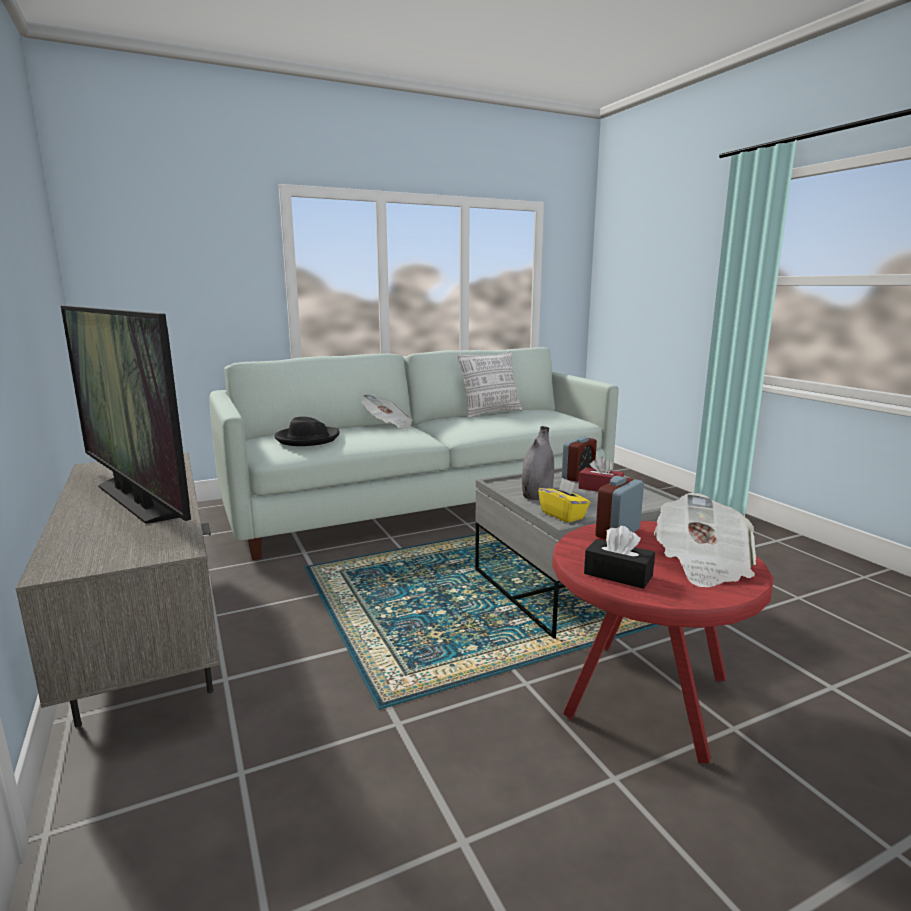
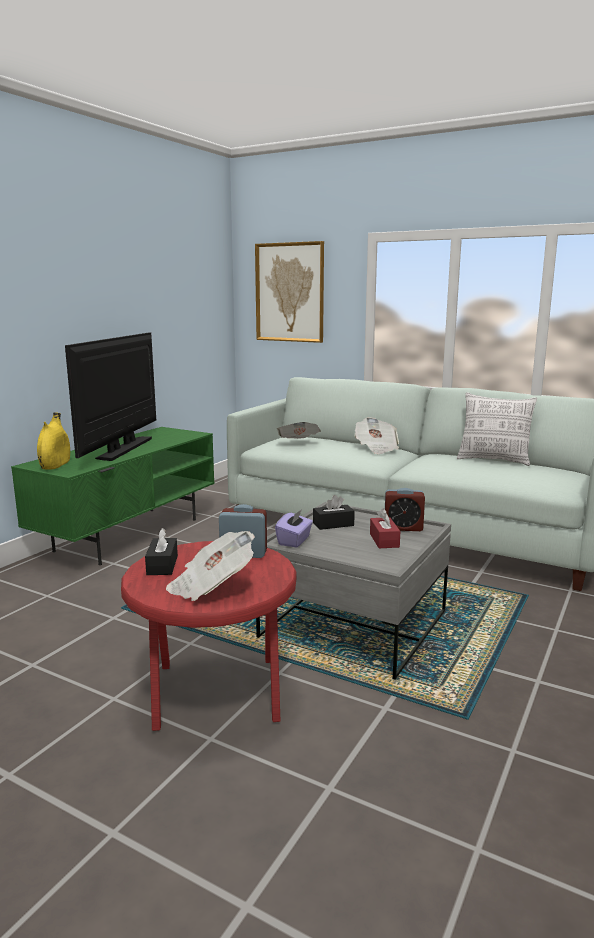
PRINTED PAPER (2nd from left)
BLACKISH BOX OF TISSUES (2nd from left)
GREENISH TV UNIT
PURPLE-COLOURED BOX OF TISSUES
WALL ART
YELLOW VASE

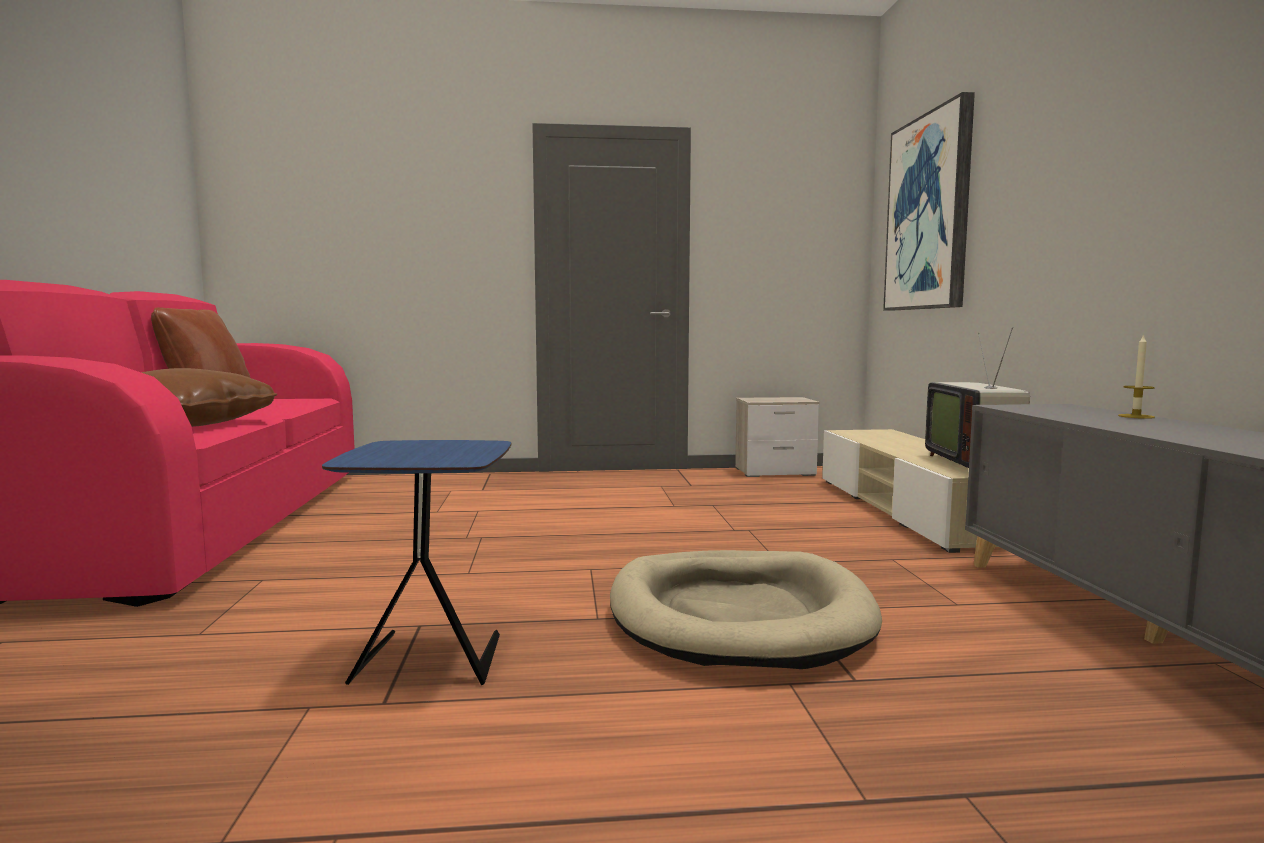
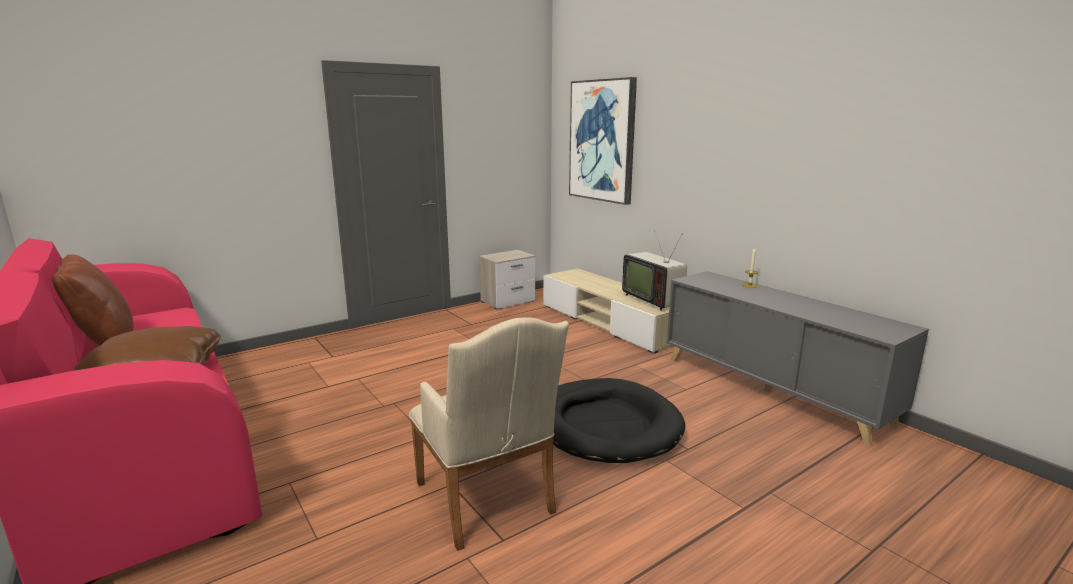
BEIGE EASY CHAIR
BLACKISH DOG CUSHION

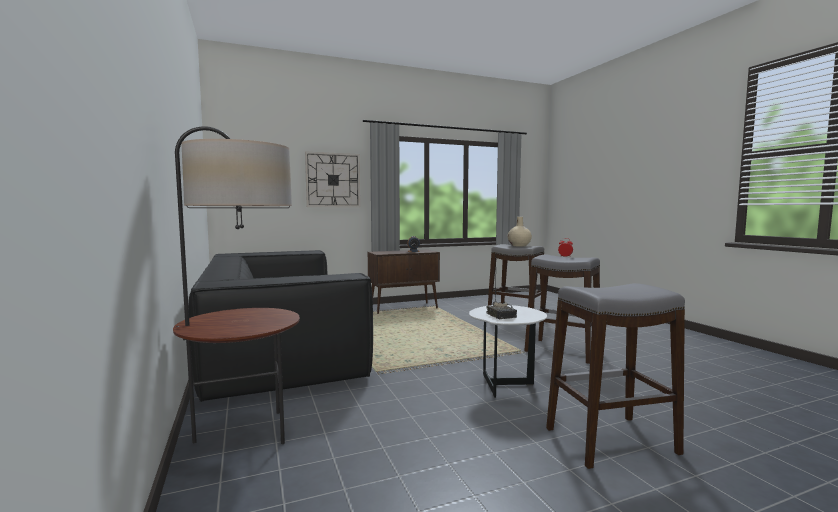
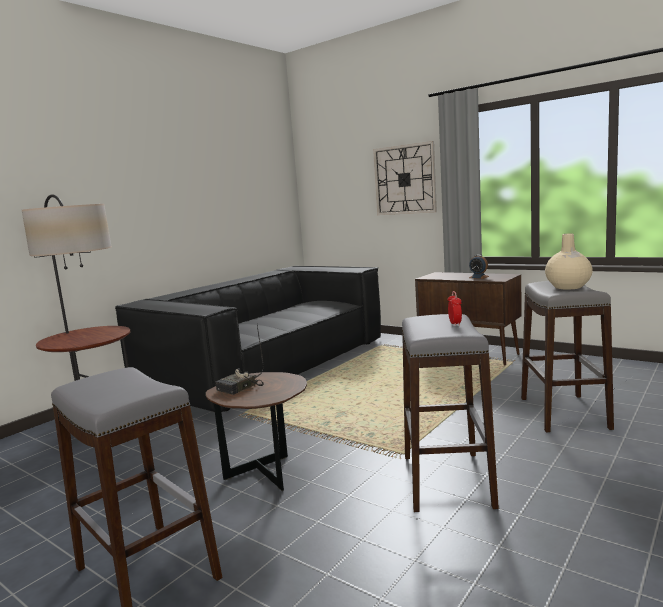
BROWNISH END TABLE

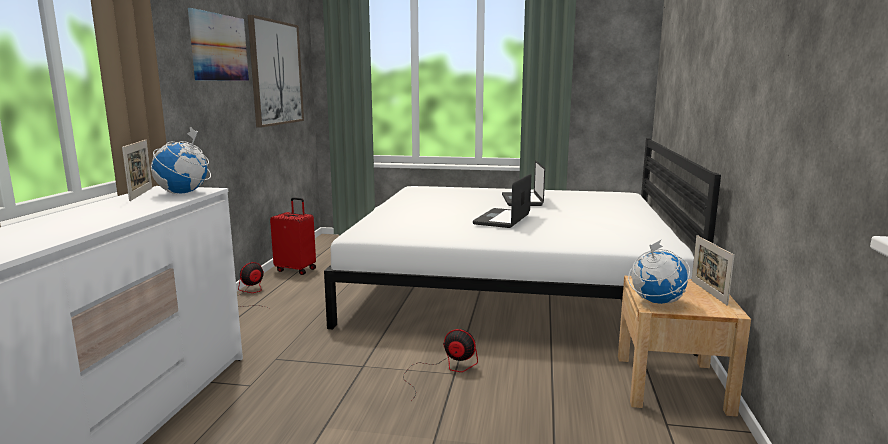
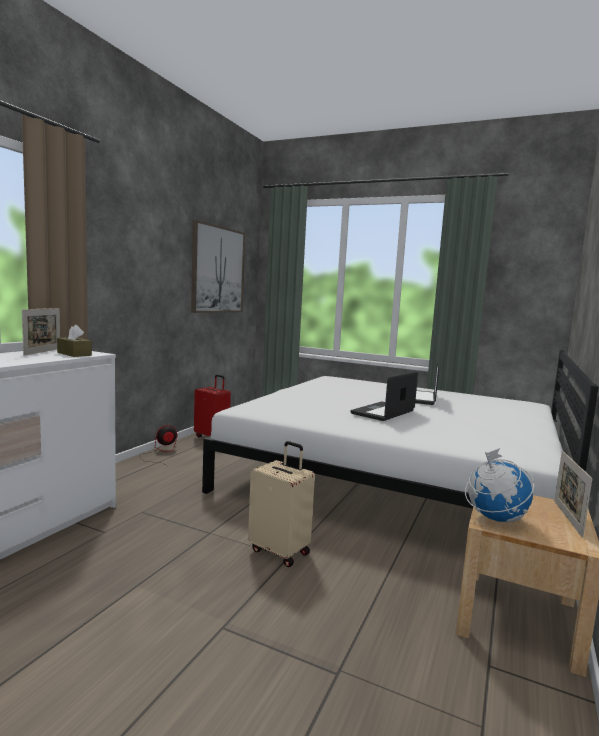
WALL ART (1st from left in the first image)
BROWNISH BOX OF TISSUES
BEIGE TRAVEL CASE

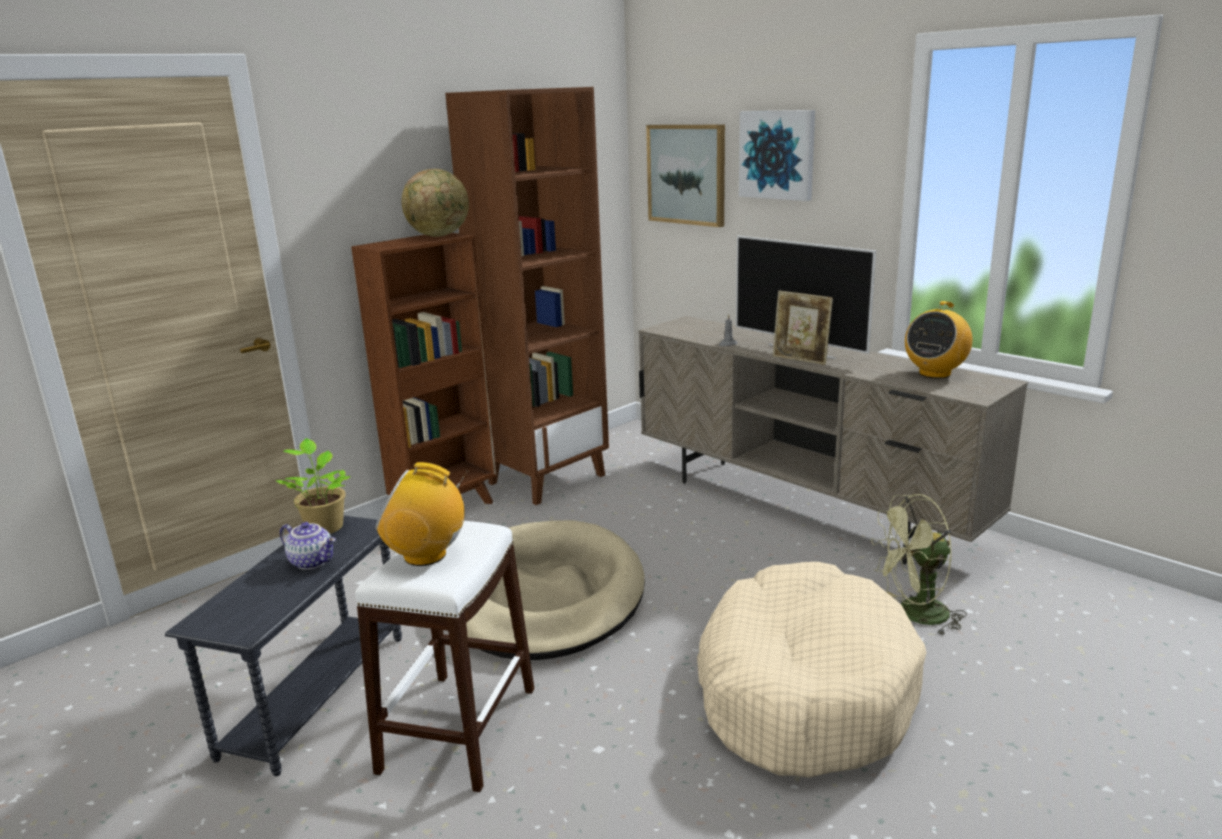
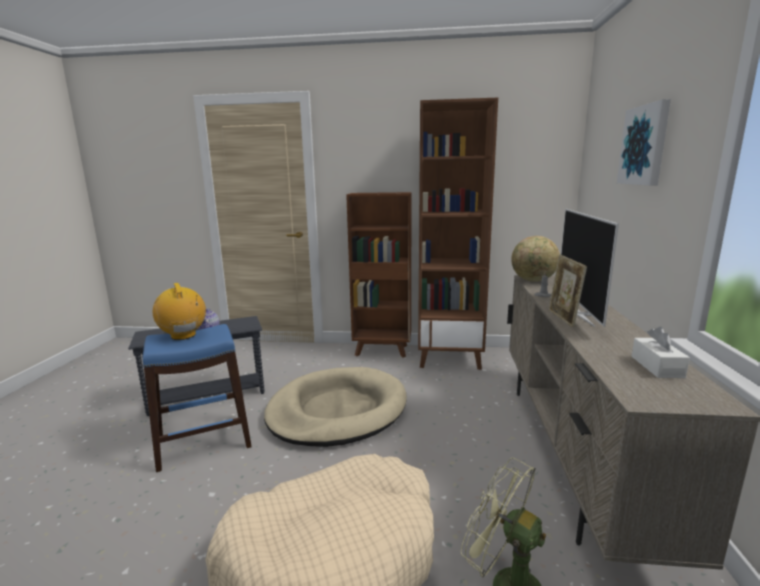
WALL ART (1st from left in the first image)
GLOBE
WHITISH BOX OF TISSUES
PLANT IN A POT
BLUISH STOOL SEAT

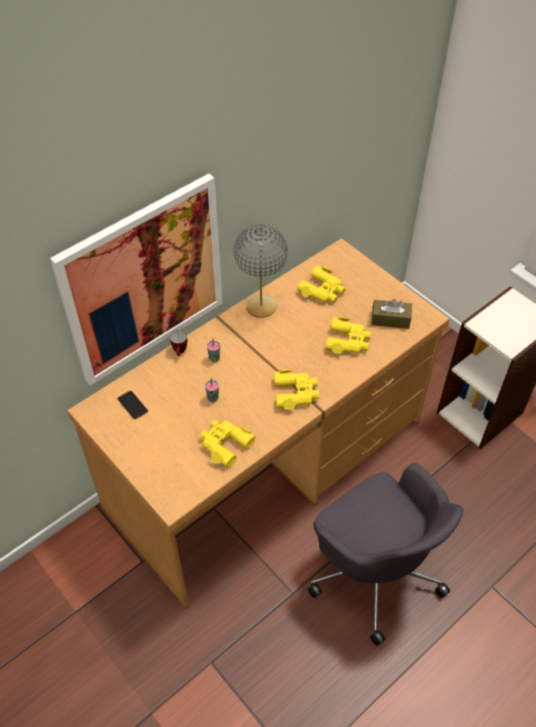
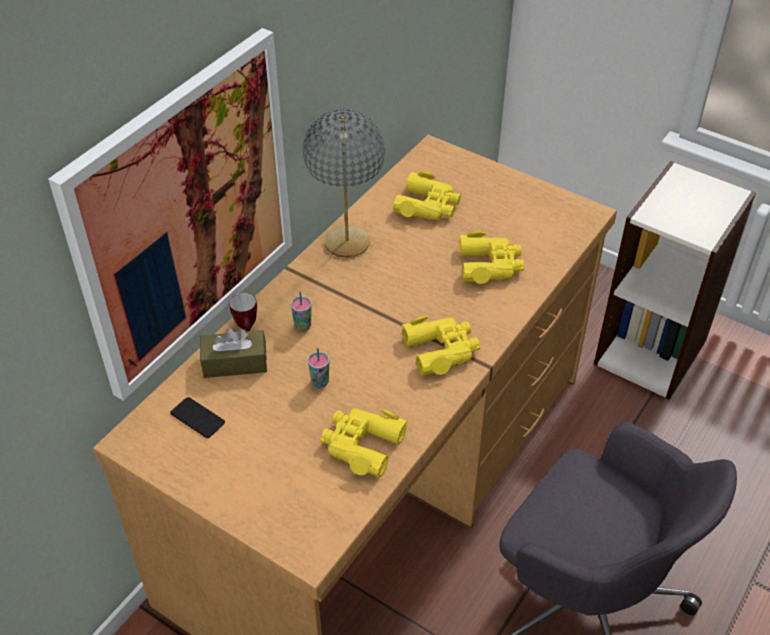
BROWNISH BOX OF TISSUES

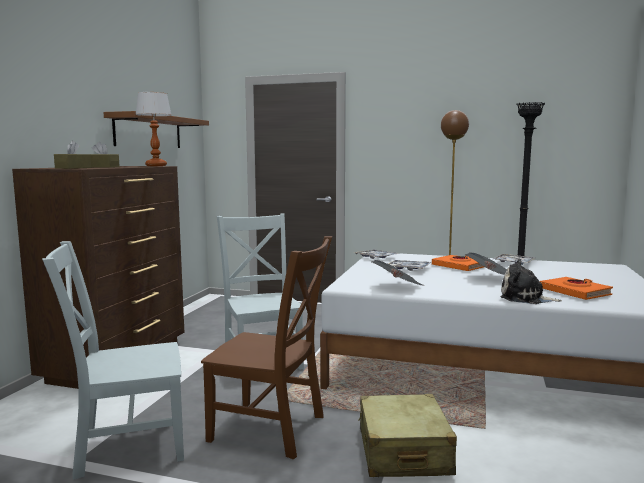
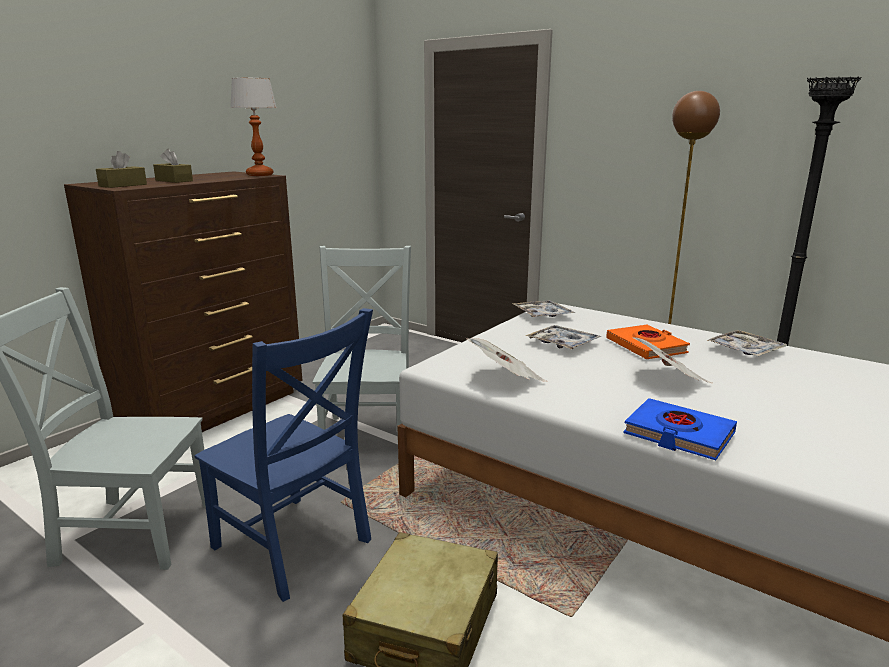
BROWNISH WALL SHELF
BLUISH PLAIN CHAIR
BLUISH BOOK
ORANGEY BOOK (2nd from left in the first image)

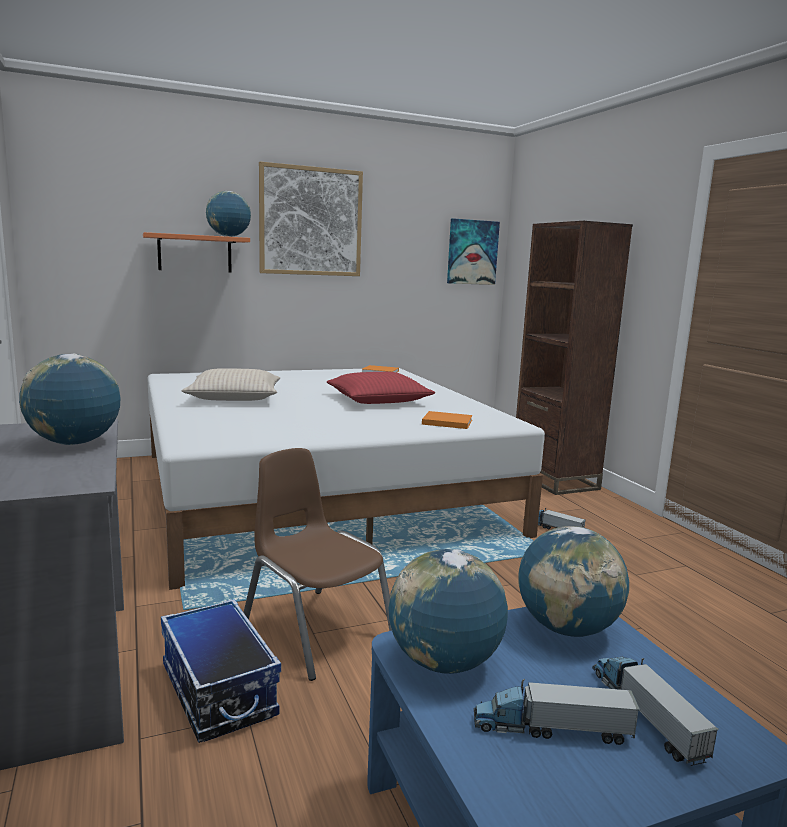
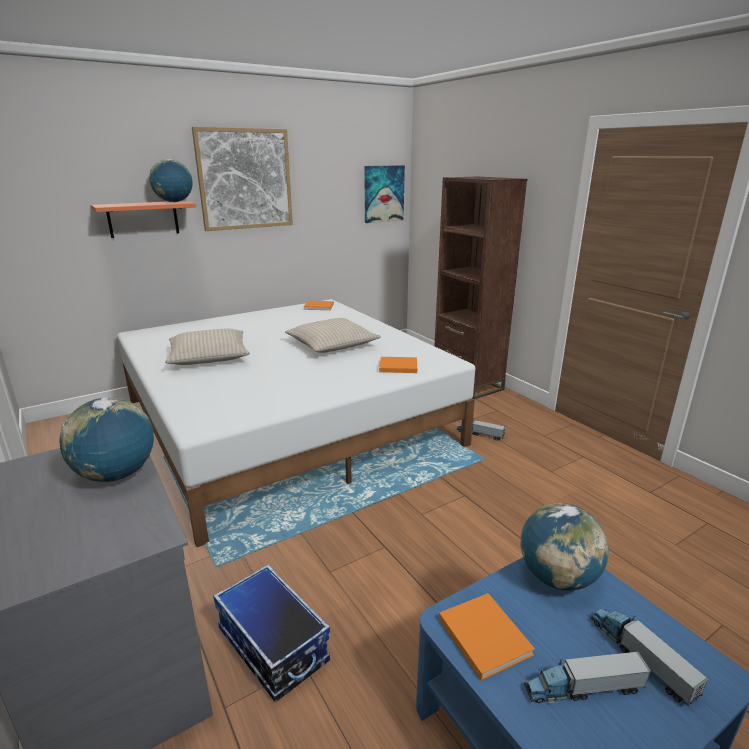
BEIGE CUSHION (2nd from left)
BROWNISH PLAIN CHAIR
ORANGEY BOOK (3rd from left)

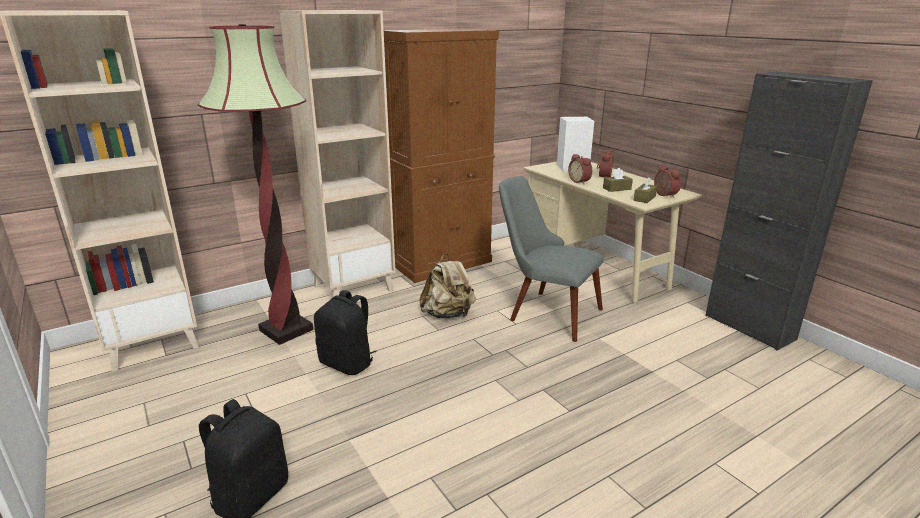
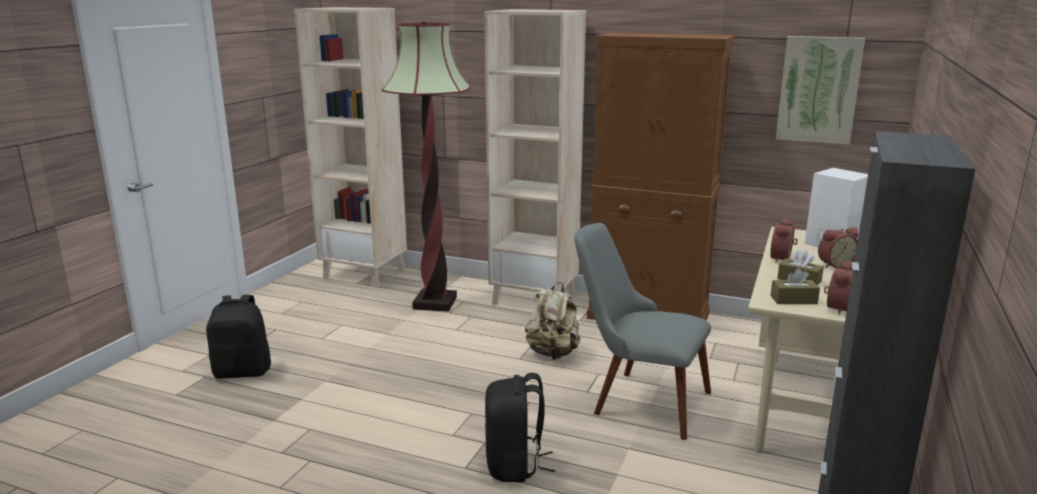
GREY PLAIN CHAIR
BLACKISH KNAPSACK (2nd from left)
WALL ART

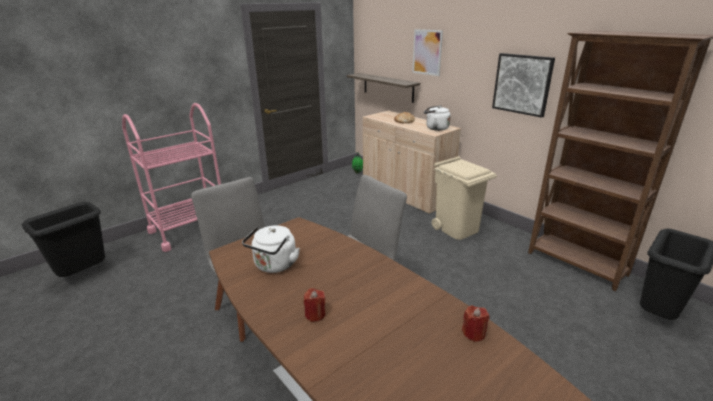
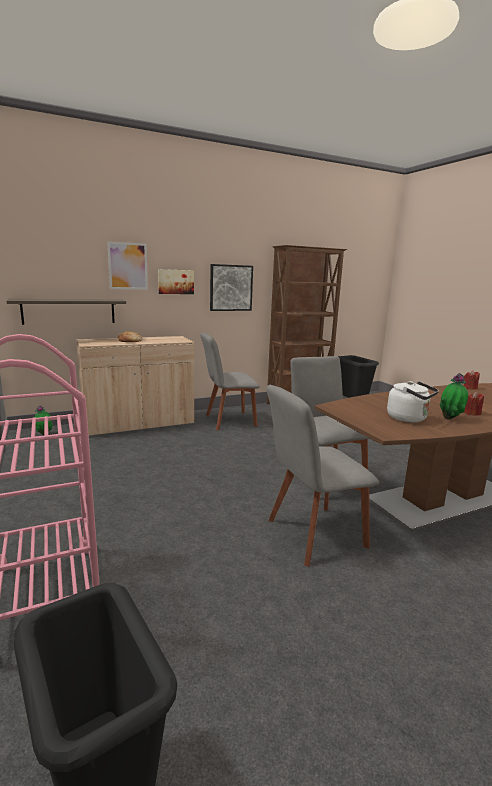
WHITISH KETTLE (2nd from left in the first image)
GREY PLAIN CHAIR (1st from left)
WALL ART (2nd from left)
PLANT IN A POT (2nd from left)

